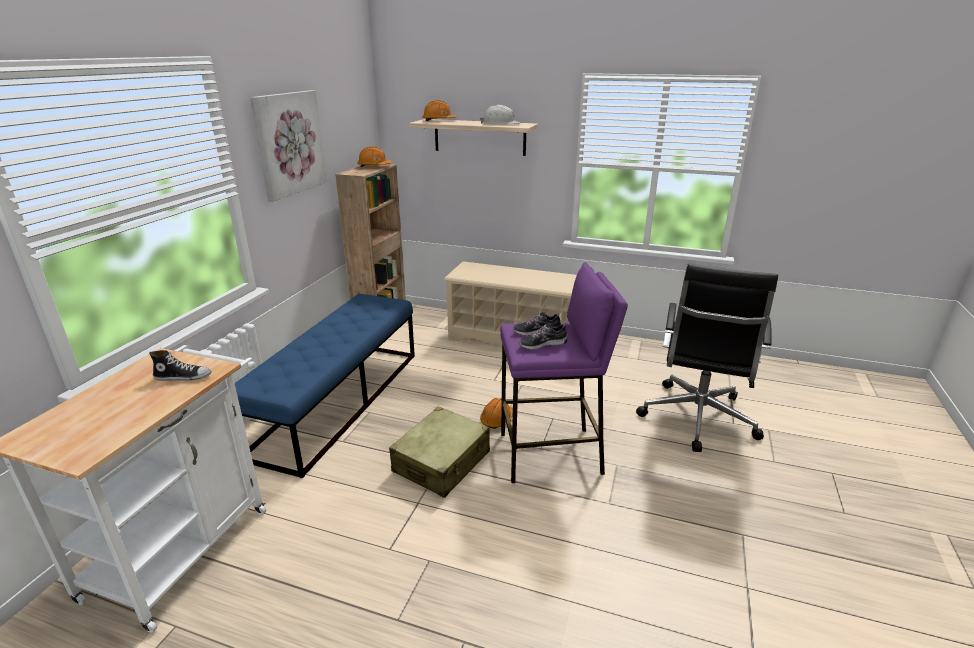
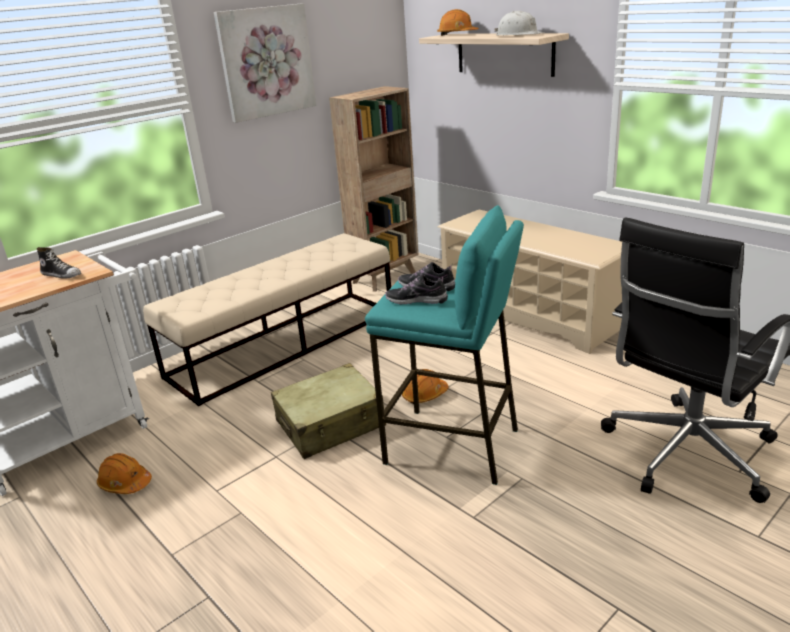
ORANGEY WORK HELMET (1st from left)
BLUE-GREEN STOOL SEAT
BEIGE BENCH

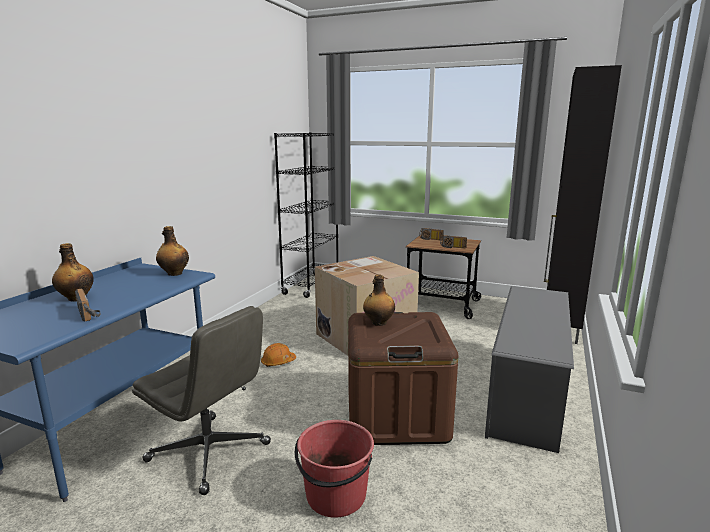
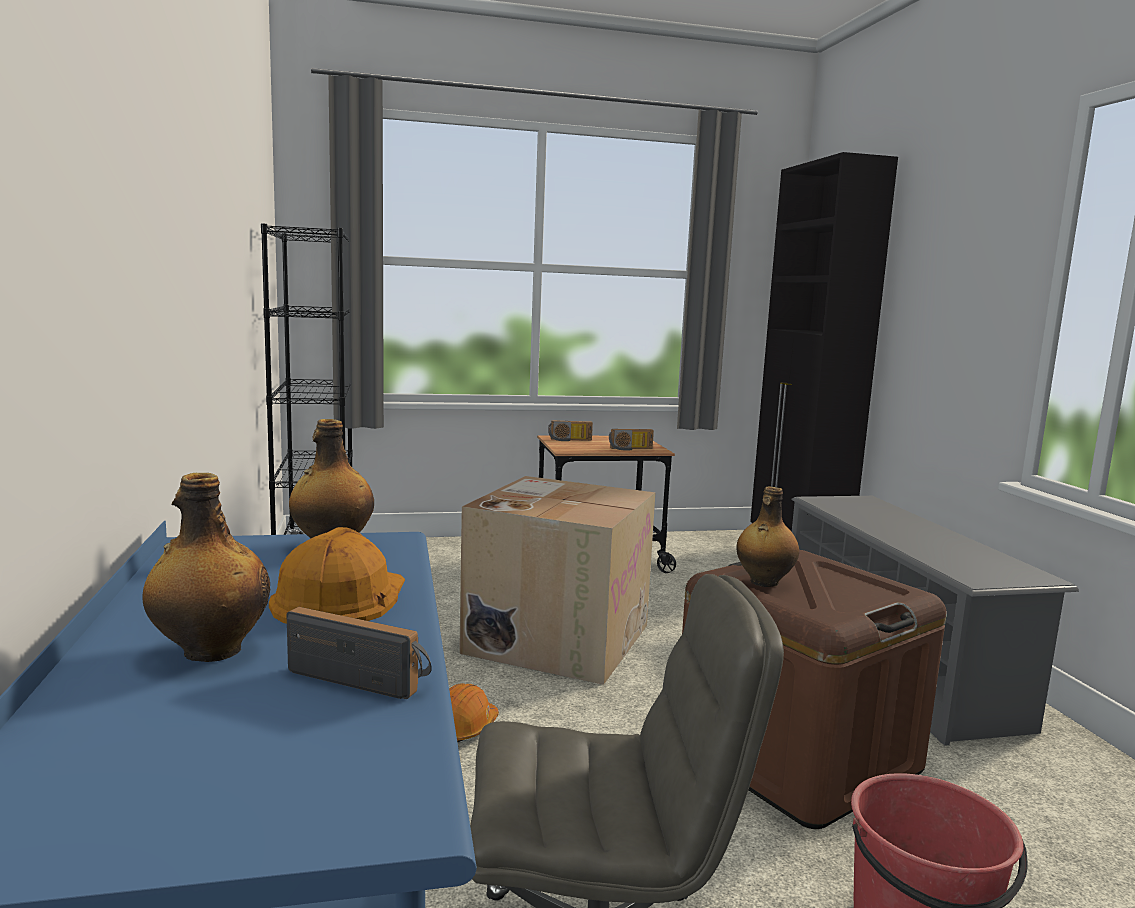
ORANGEY WORK HELMET (1st from left)

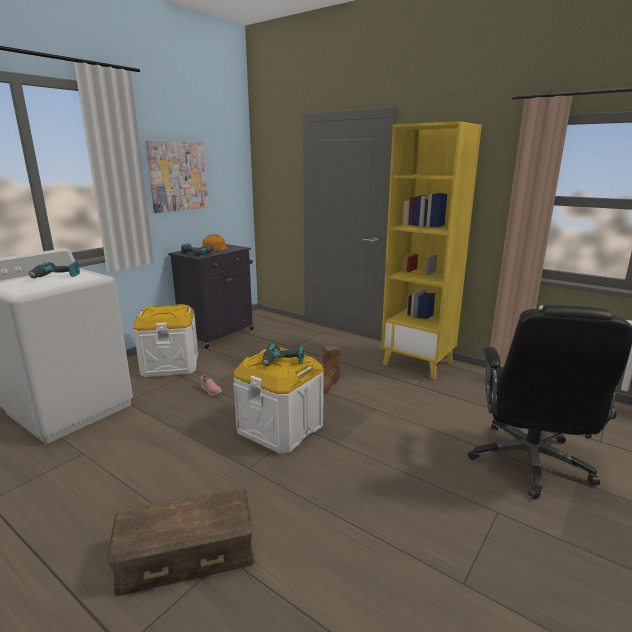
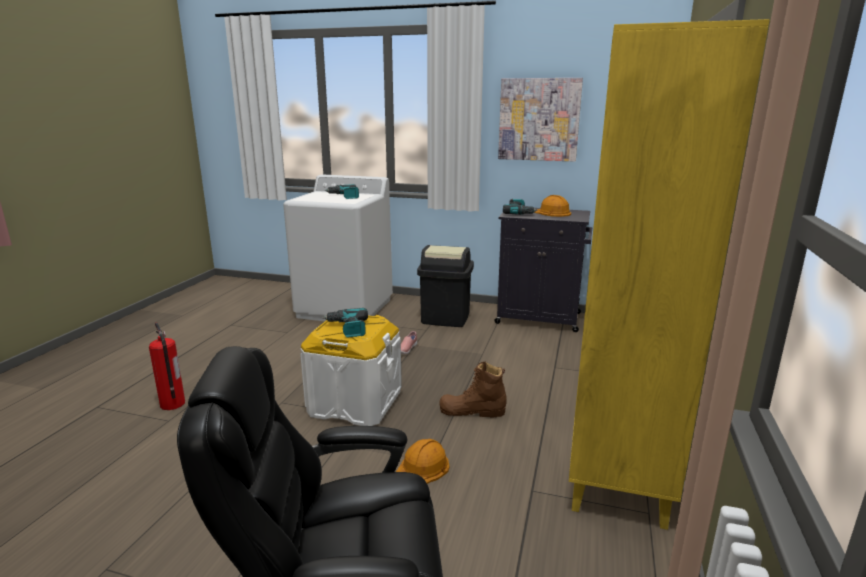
BLACKISH RUBBISH BIN
FIRE EXTINGUISHER
ORANGEY WORK HELMET (1st from left)

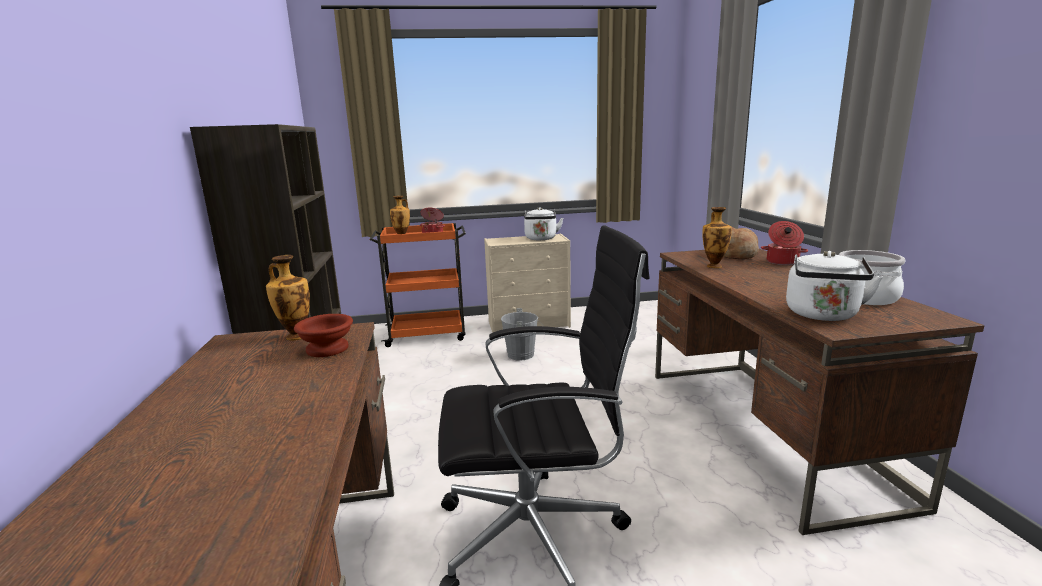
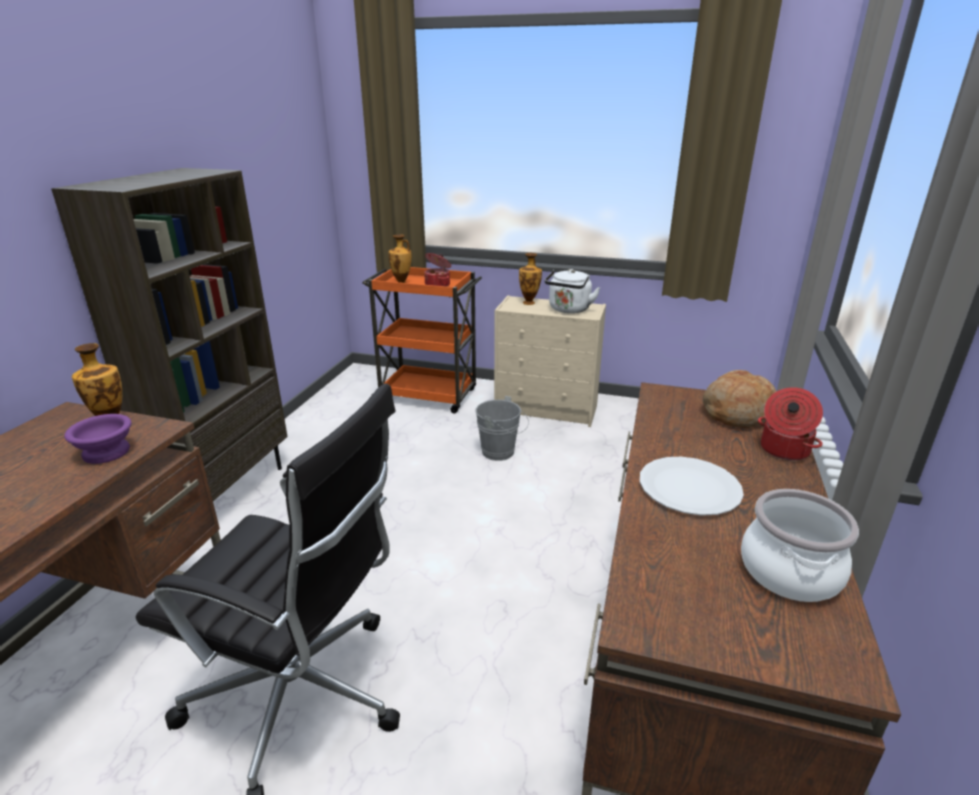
VASE (3rd from left)
WHITISH KETTLE (2nd from left in the first image)
PURPLE-COLOURED DEEP DISH
WHITISH PLATE

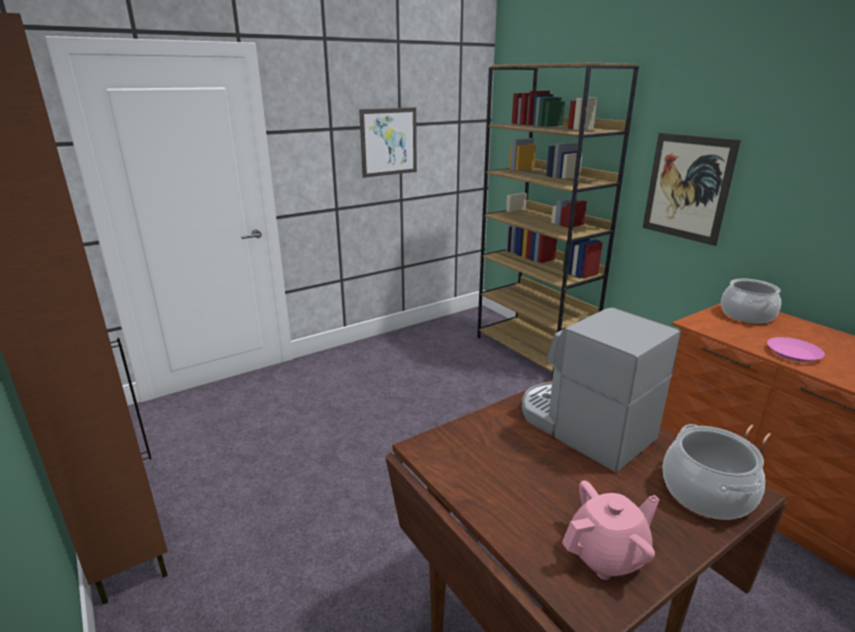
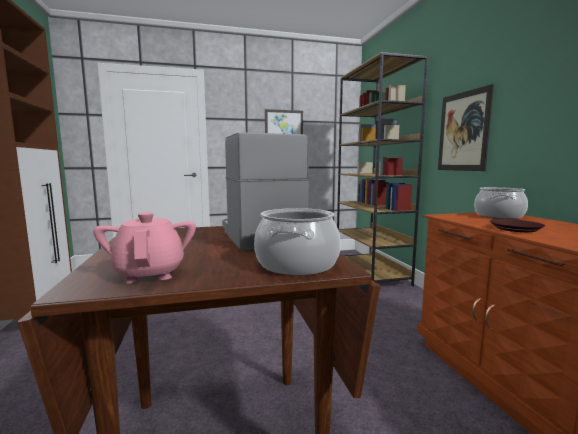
BROWNISH PLATE
PINK POT FOR TEA

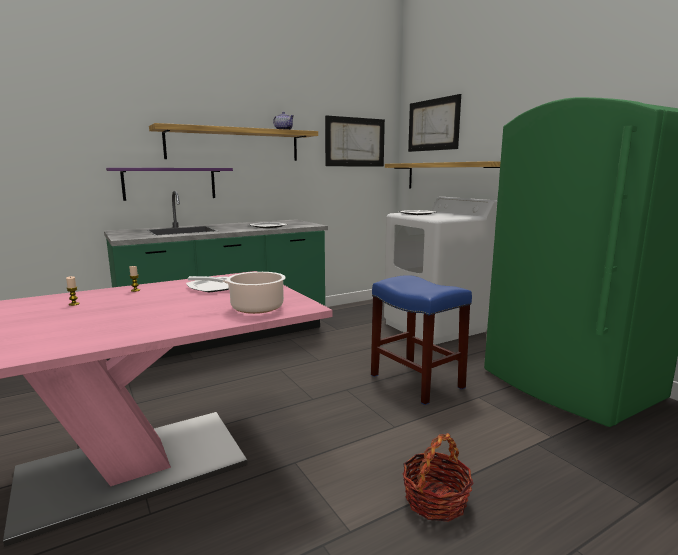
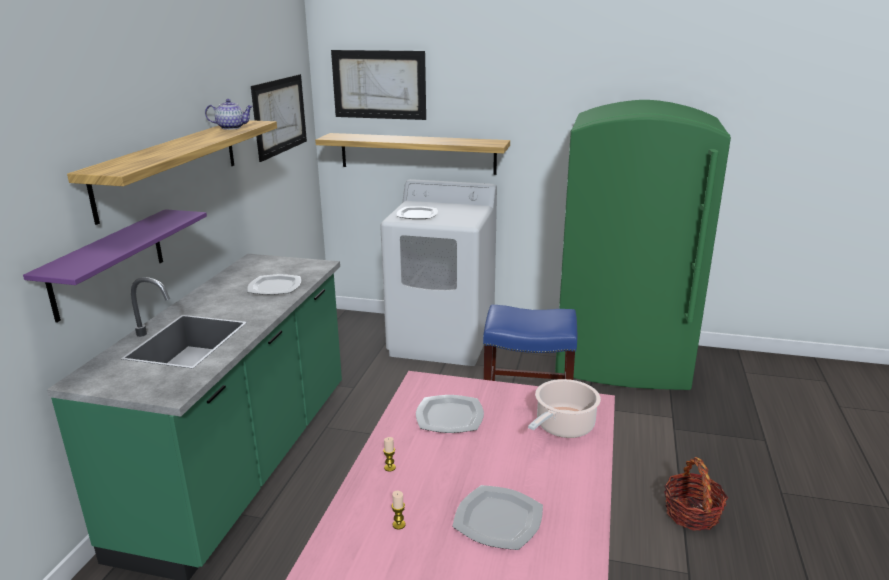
PLATE (4th from left)

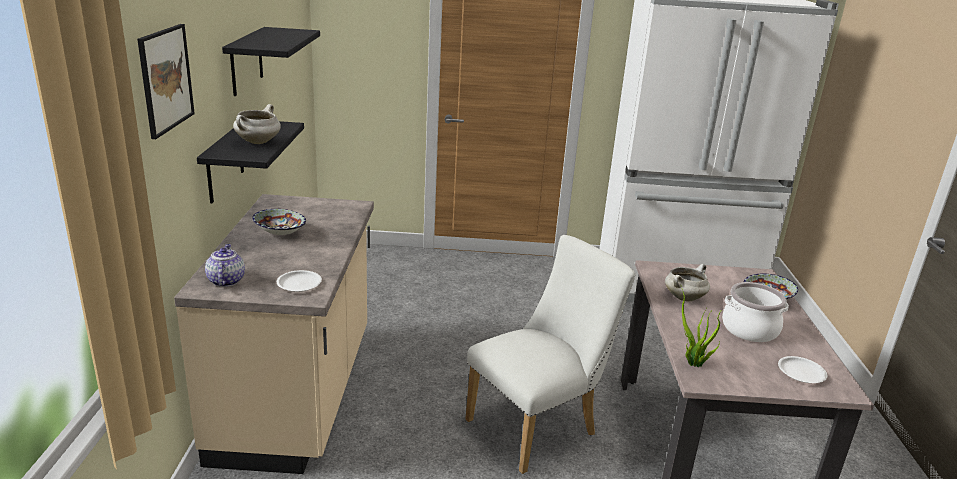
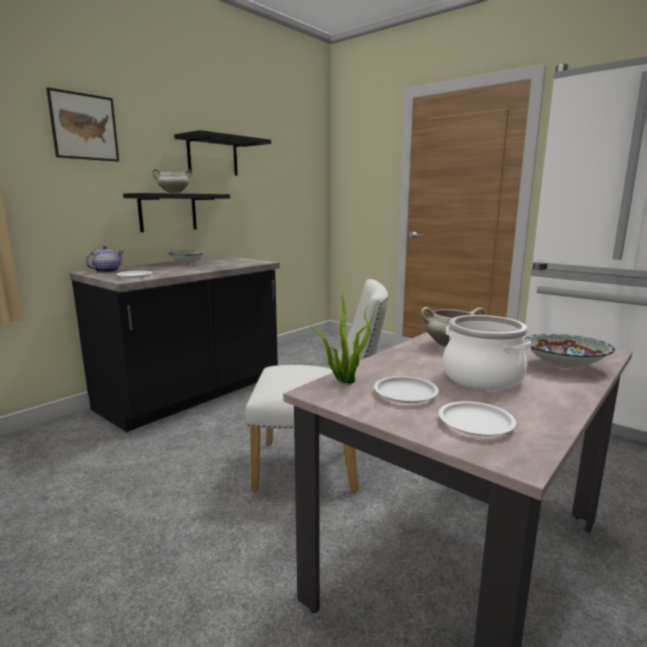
BLACKISH KITCHEN COUNTER
WHITISH PLATE (2nd from left)

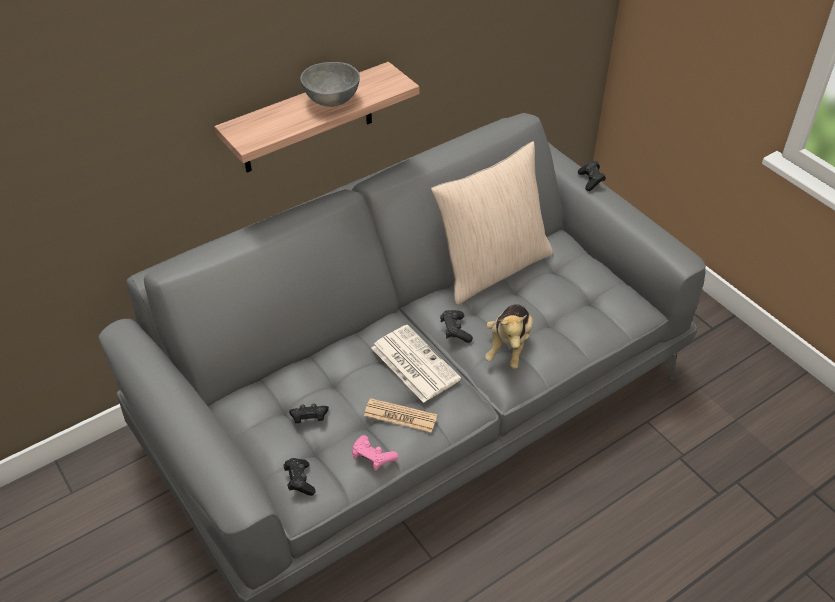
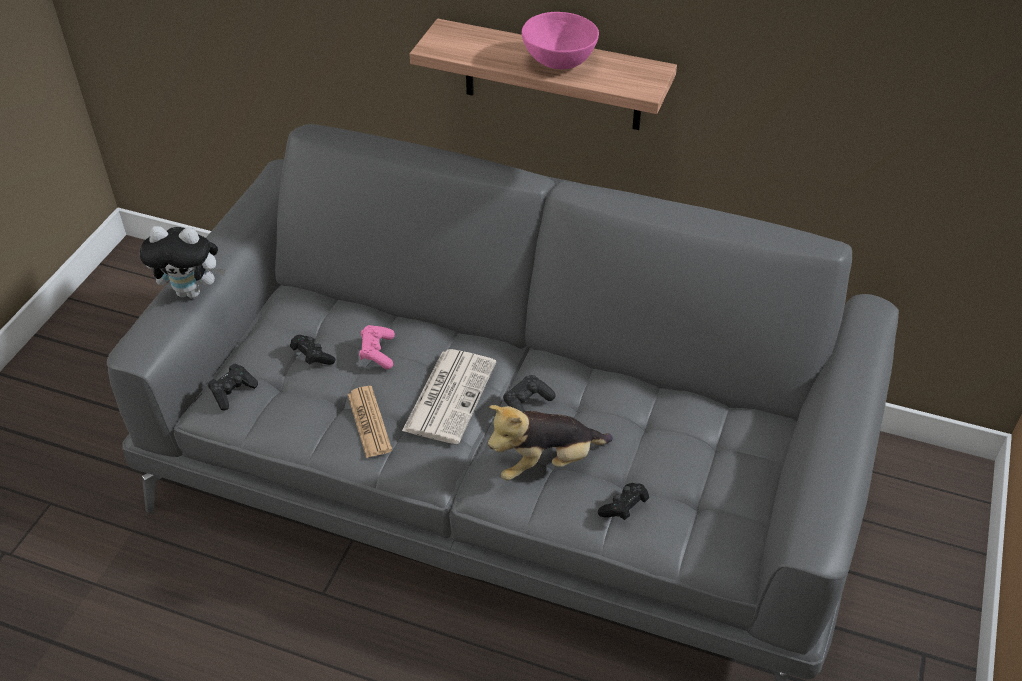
PINK DEEP DISH
BEIGE CUSHION
BLACKISH JOYPAD (4th from left)
PINK JOYPAD
CUDDLY TOY (1st from left)

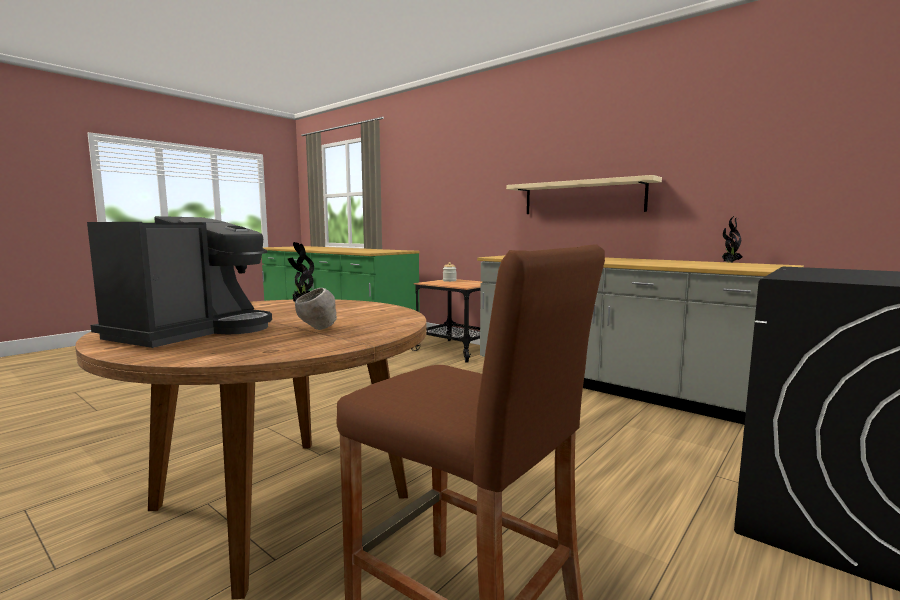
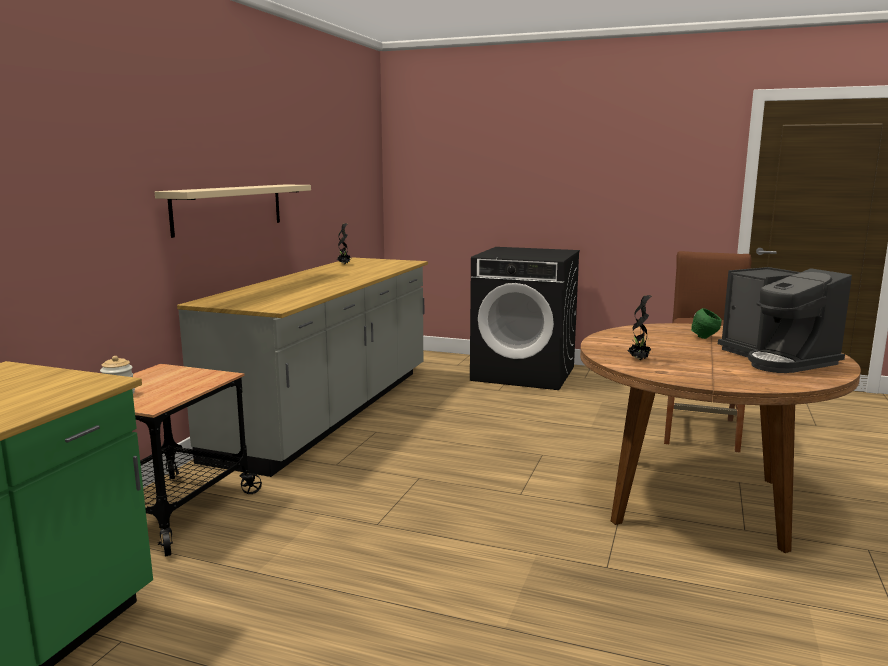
COFFEE BREWER
GREENISH DEEP DISH

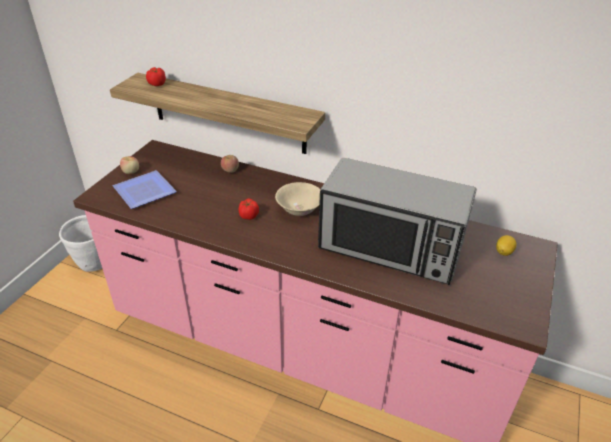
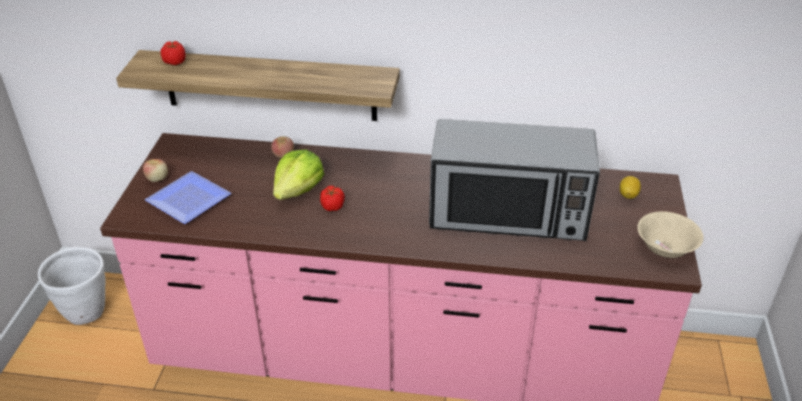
BEIGE DEEP DISH
LETTUCE

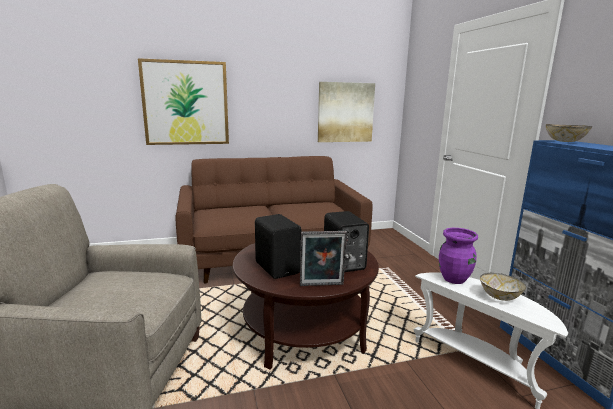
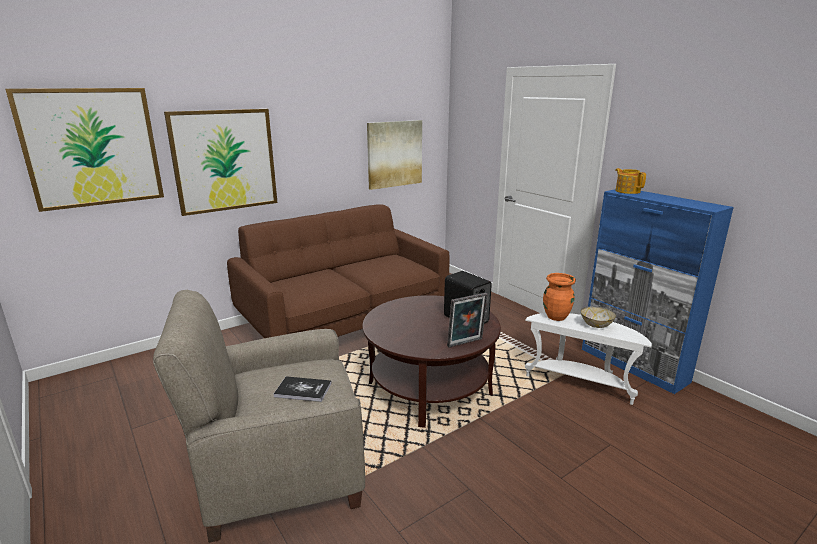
POT FOR TEA
BLACKISH LOUDSPEAKER (1st from left in the first image)
ORANGEY VASE
WALL ART (1st from left)
BOOK

